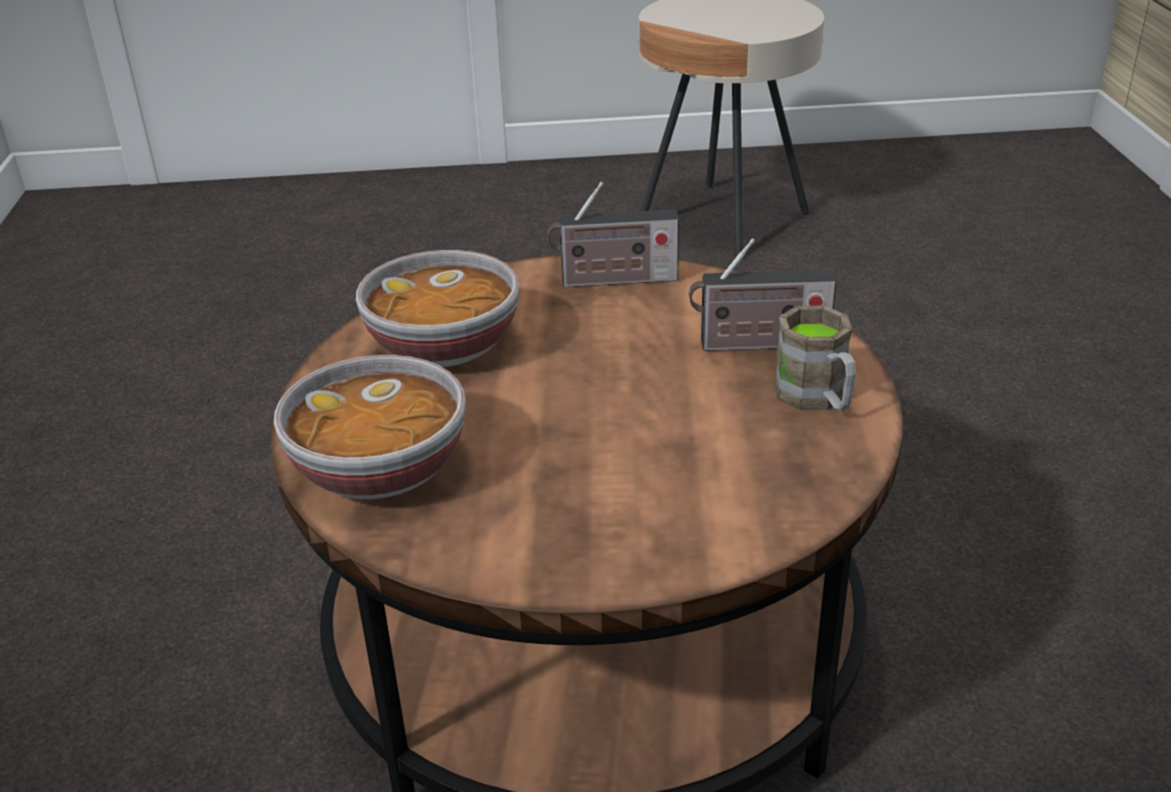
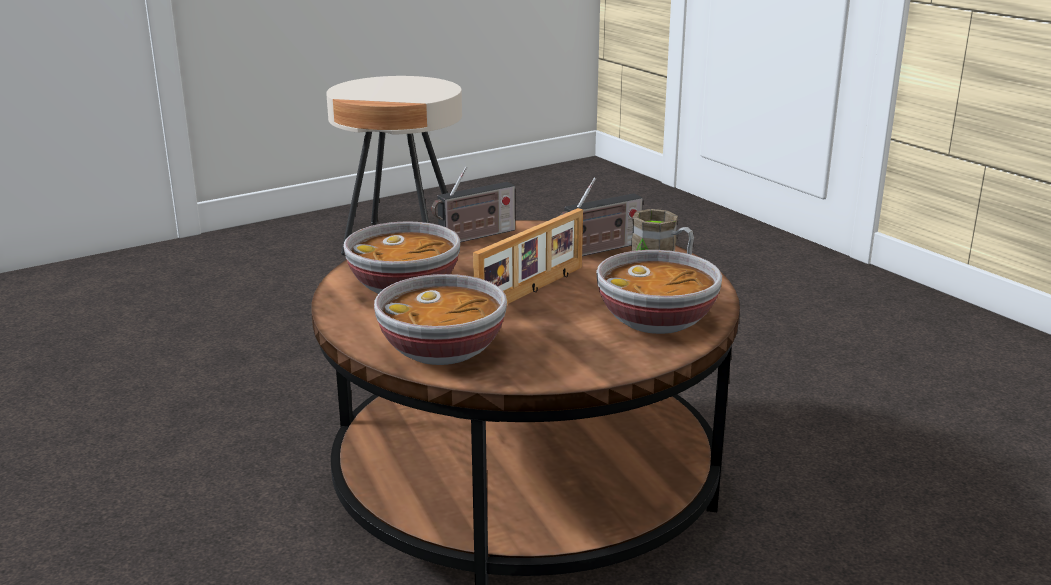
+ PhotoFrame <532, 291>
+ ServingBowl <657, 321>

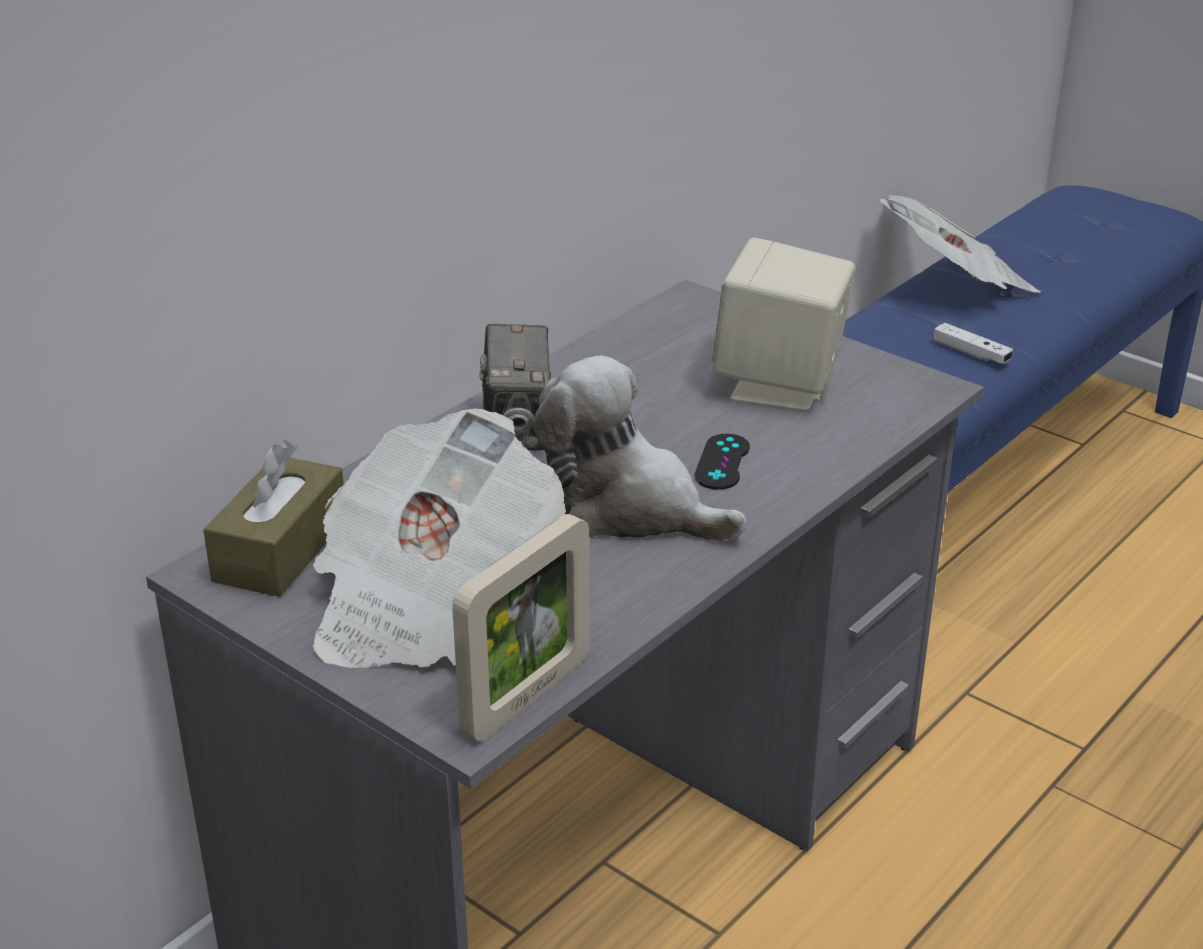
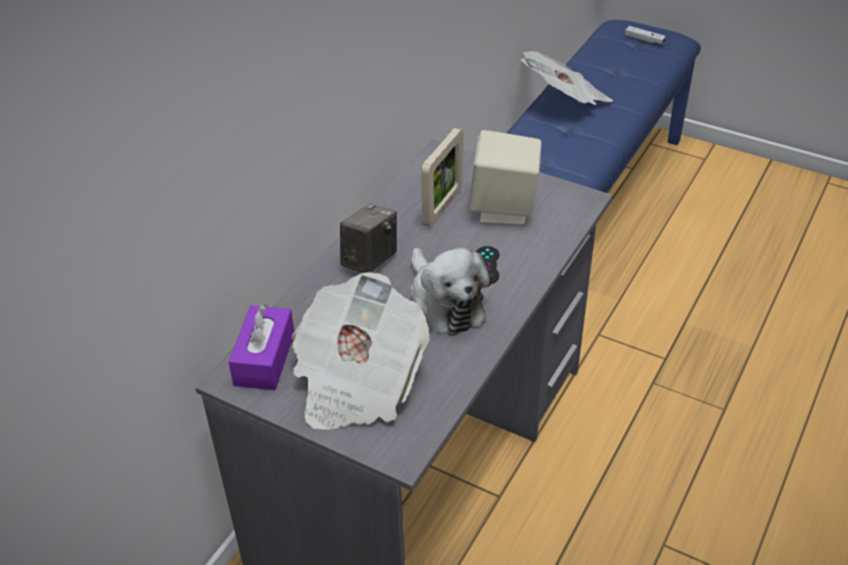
~ BrownTissueHolder <281, 550> to PurpleTissueHolder <264, 359>
~ StillCamera <517, 432> = <370, 260> 135 degrees counterclockwise
~ CuddlyToy <627, 508> = <444, 303> 135 degrees counterclockwise
~ PhotoFrame <527, 697> to <442, 207>
~ WhitishGameController <971, 353> to <644, 40>

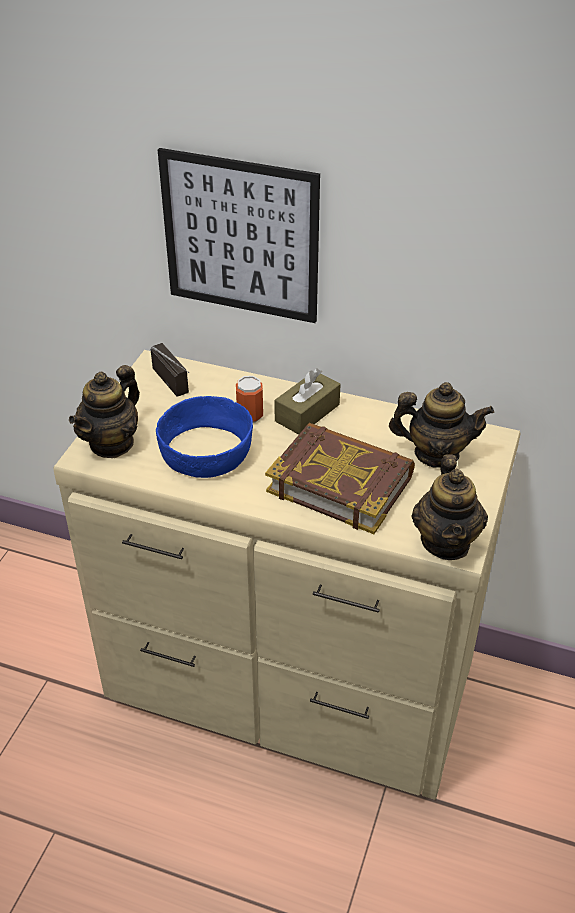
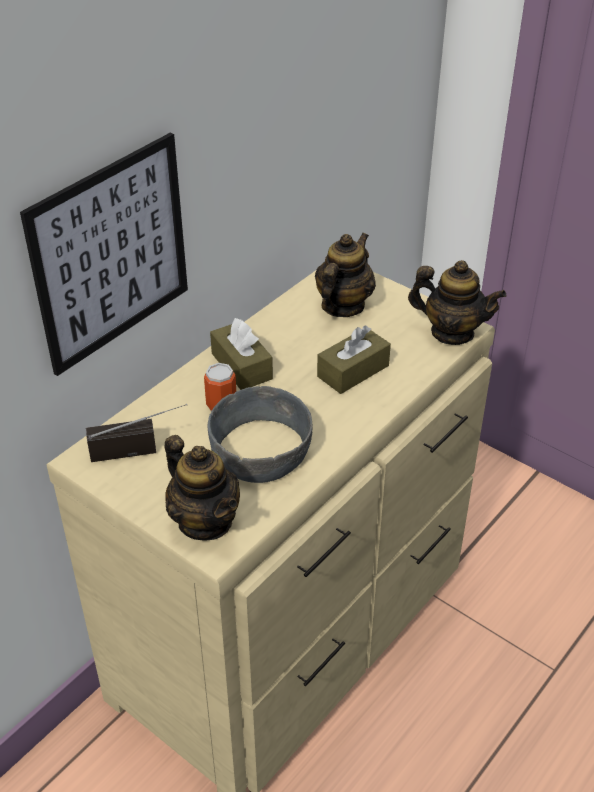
~ BlueServingBowl <207, 451> to GrayServingBowl <260, 448>
~ BoundBook <340, 483> to BrownTissueHolder <353, 371>

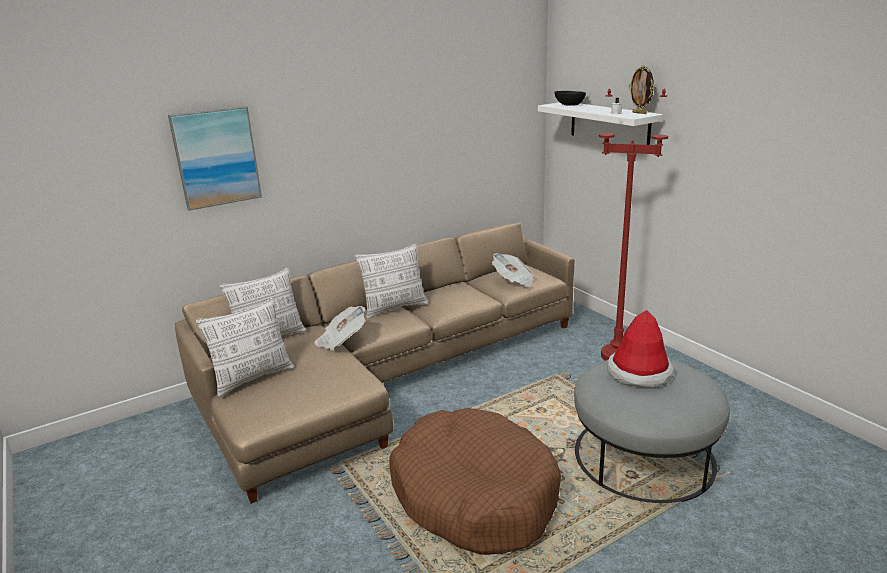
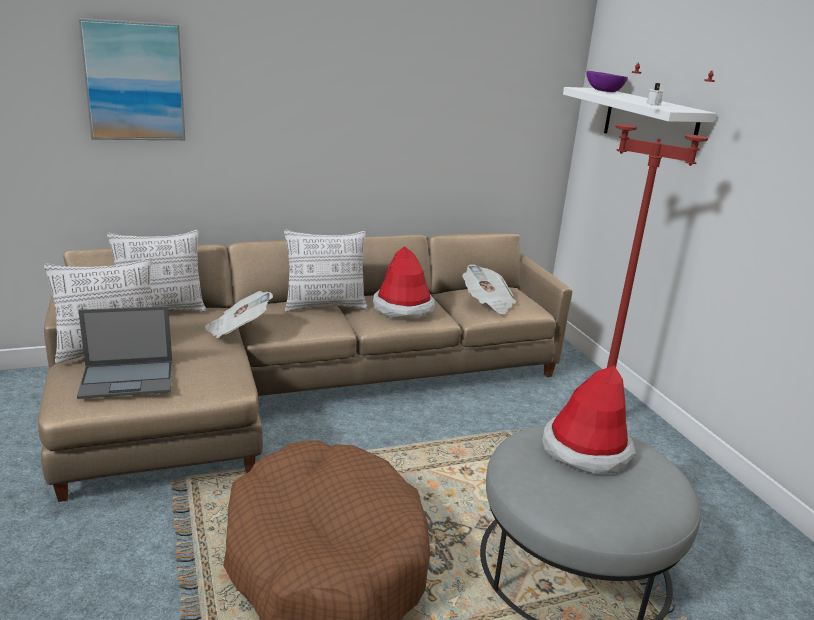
+ PortableComputer <128, 379>
+ Hat <403, 308>
~ BlackServingBowl <569, 105> to PurpleServingBowl <604, 91>
- PhotoFrame <640, 113>

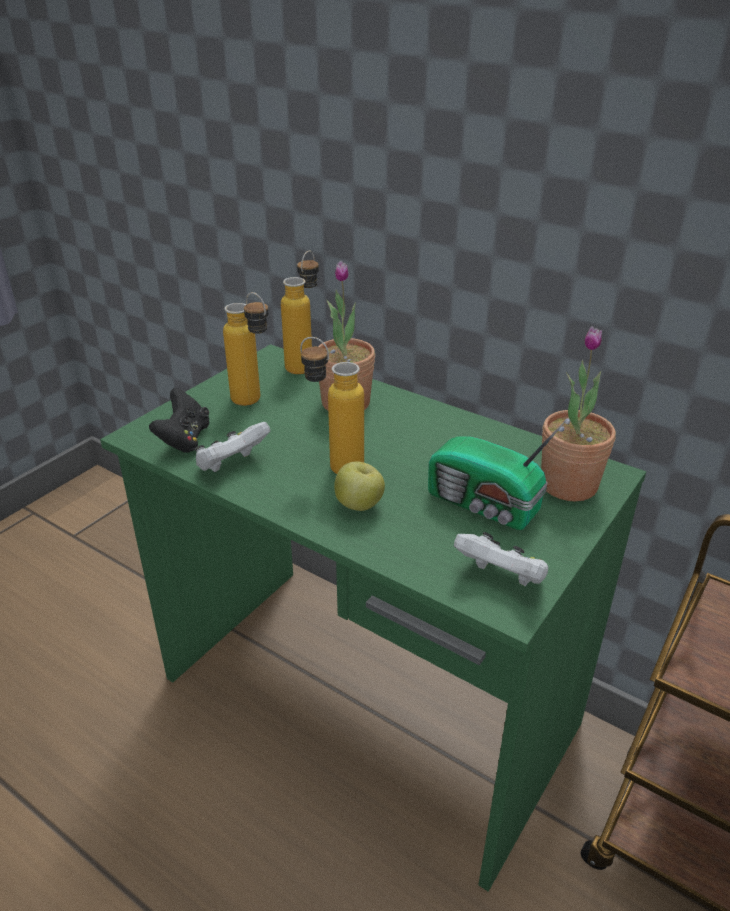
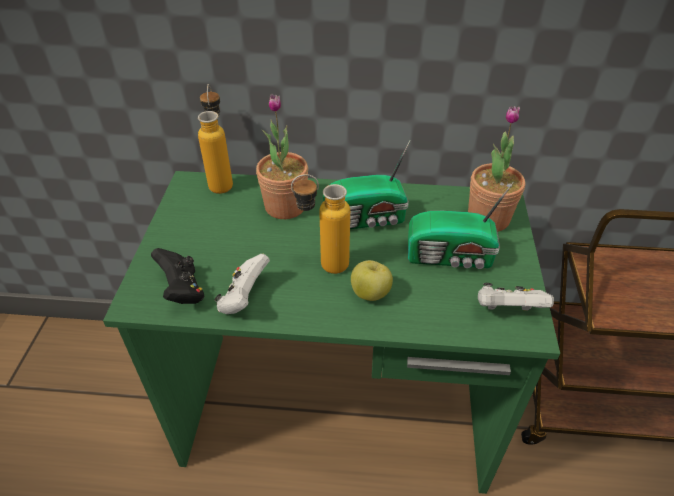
+ RadioReceiver <367, 219>
- DrinkBottle <254, 403>

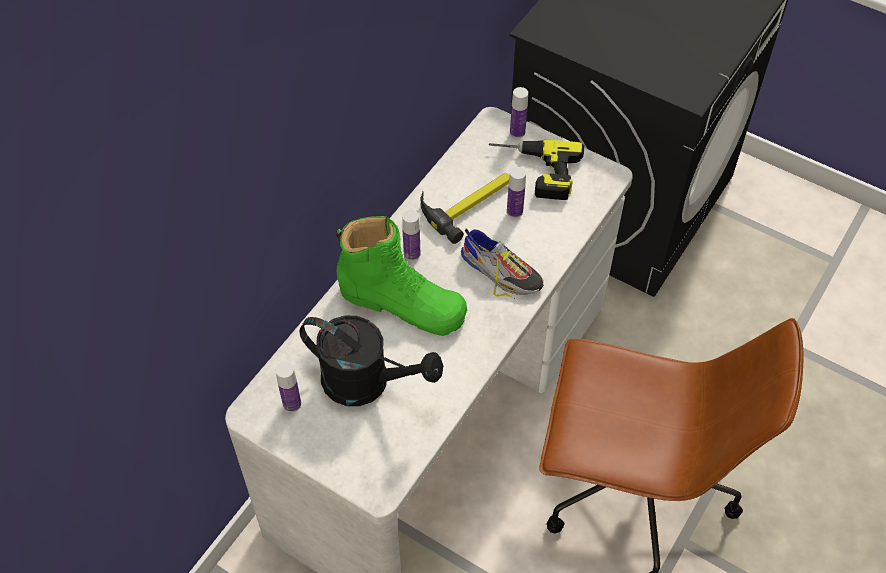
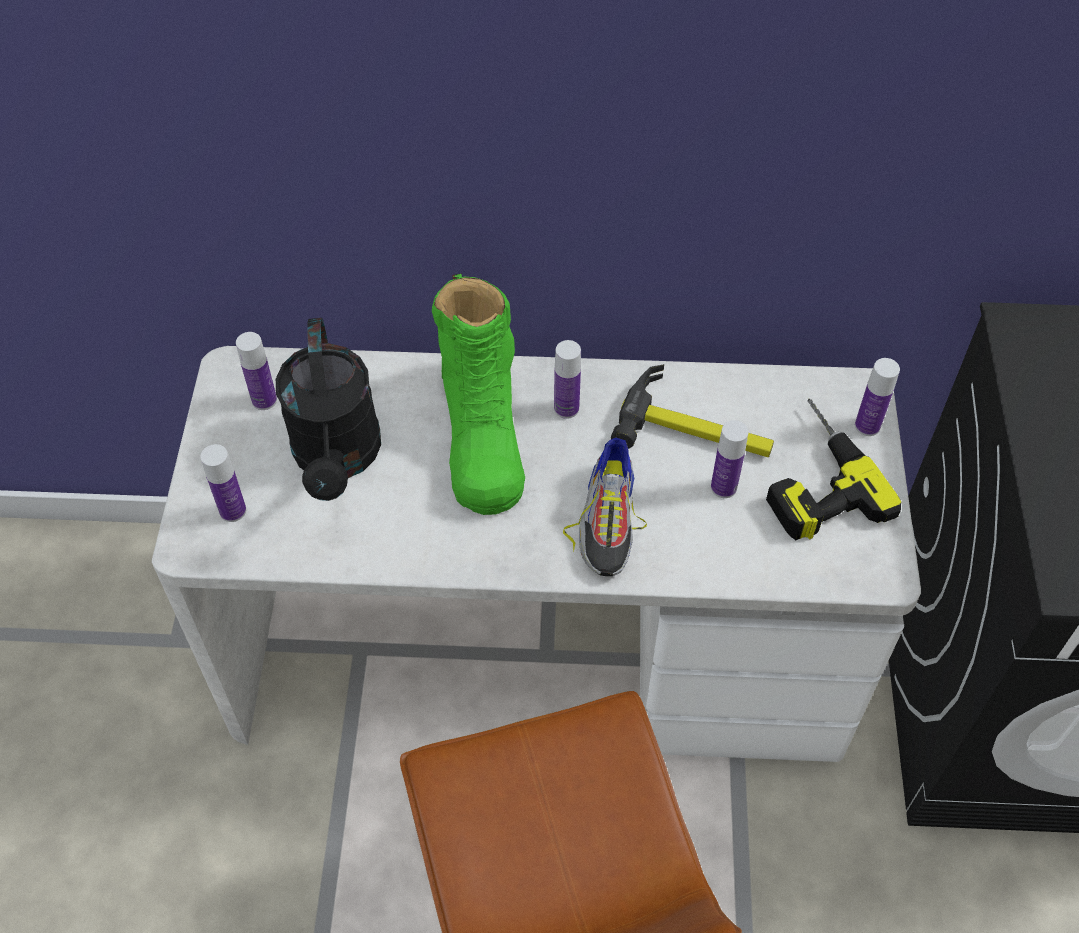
+ DrinkBottle <233, 511>

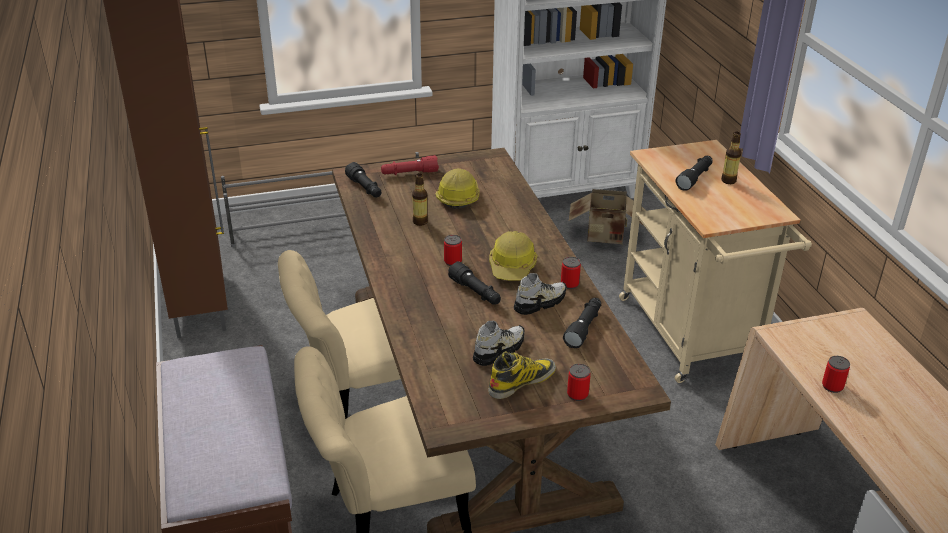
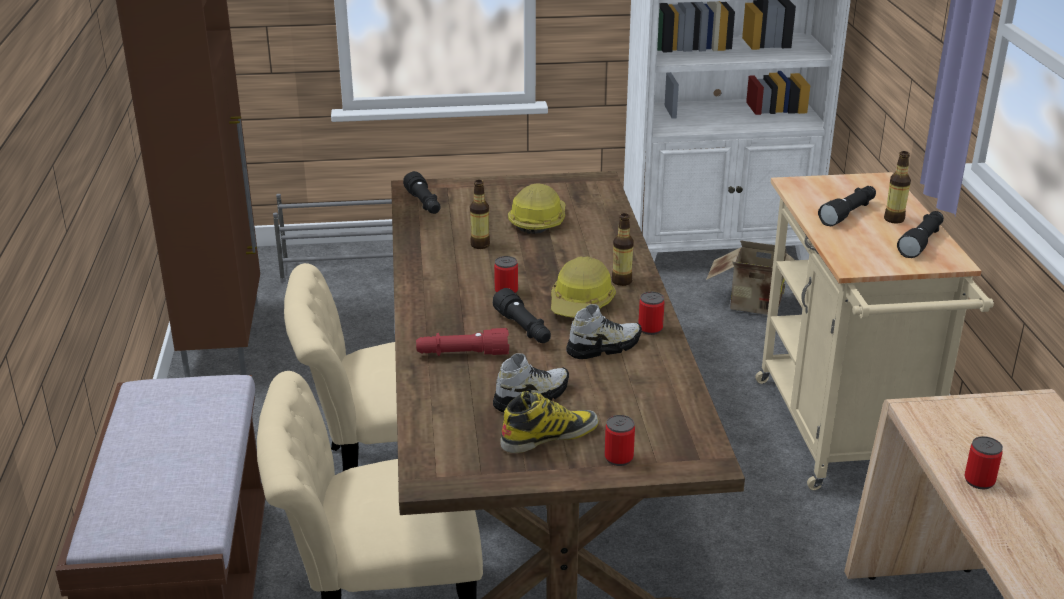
~ RedFlashlight <409, 173> to <462, 354>
+ DrinkBottle <621, 281>
~ BlackFlashlight <584, 328> to <921, 242>

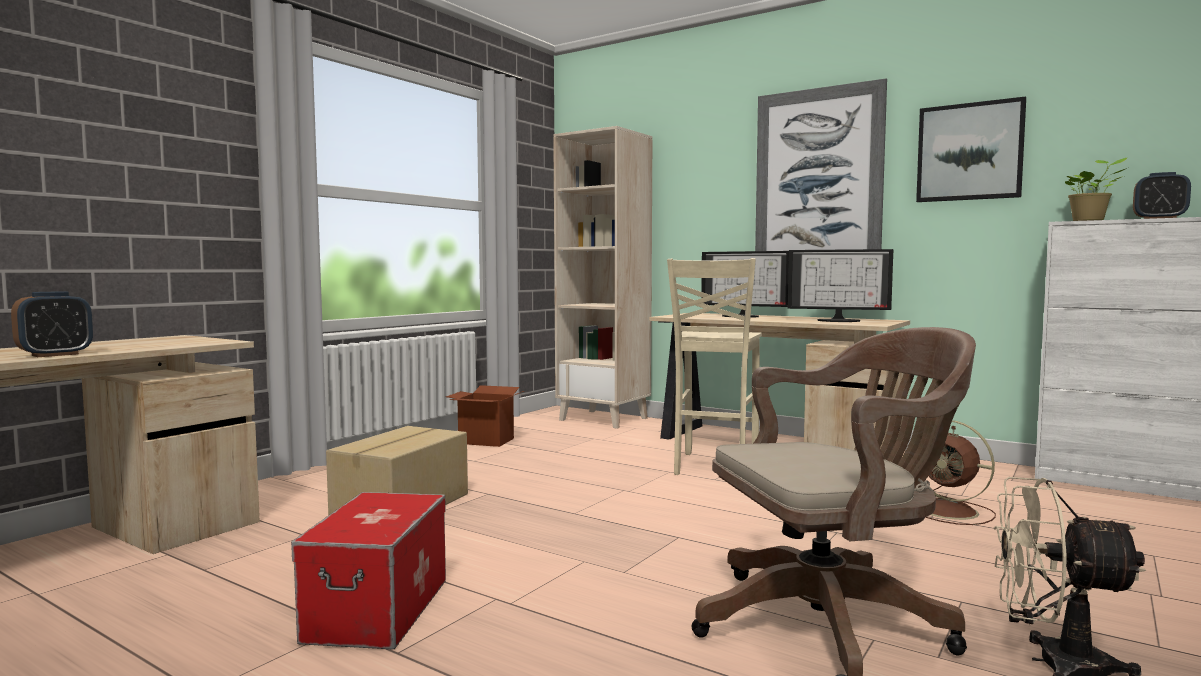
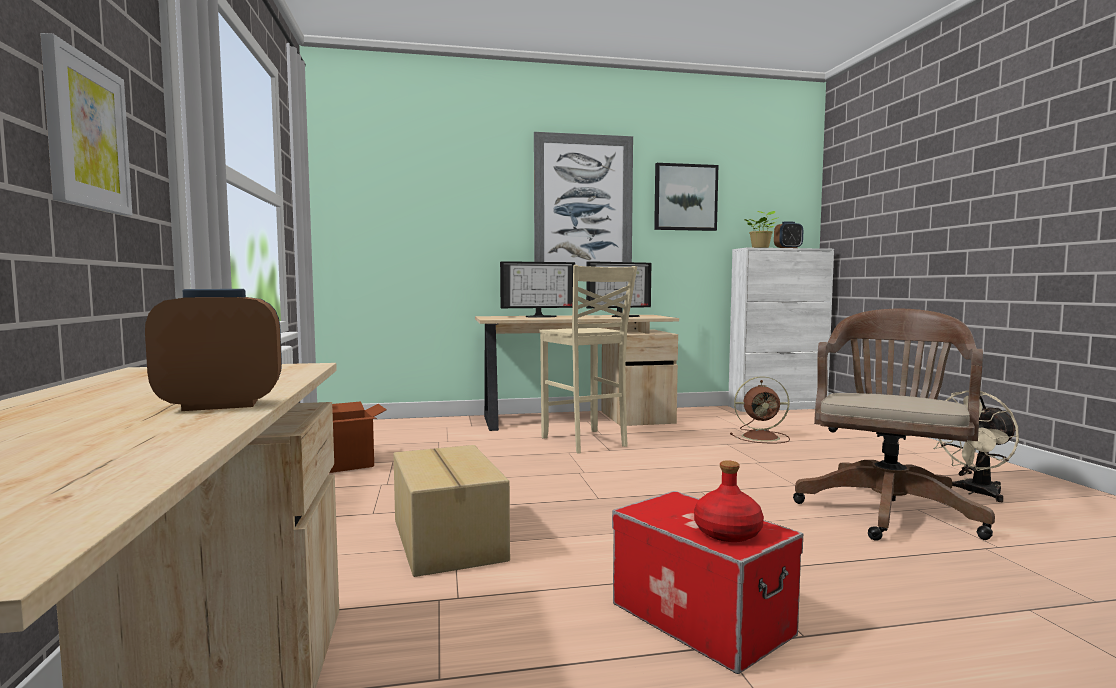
+ Picture <85, 134>
~ AlarmClock <55, 355> = <221, 405> 105 degrees counterclockwise
+ RedDrinkBottle <727, 532>
- BeigeColouredBookshelf <604, 419>

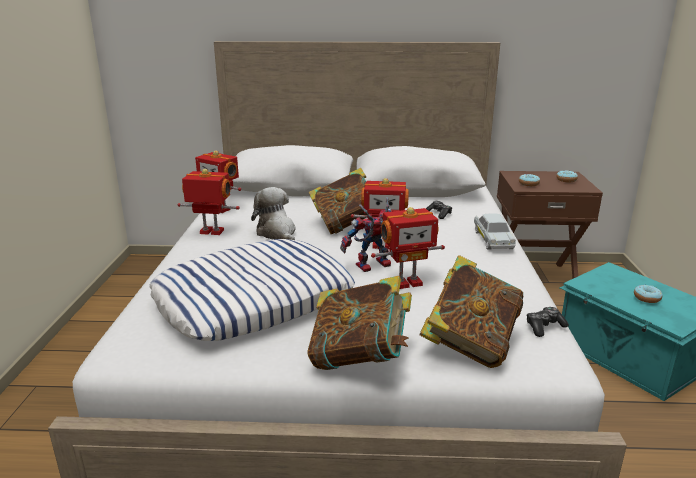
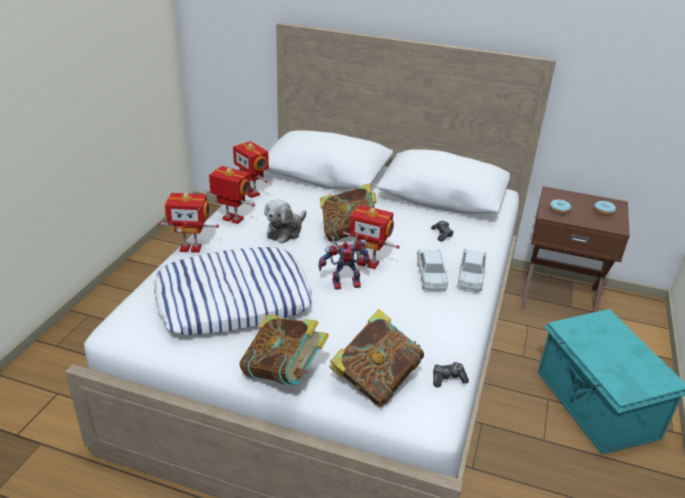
~ ModelRobot <407, 282> to <191, 248>
~ CuddlyToy <277, 233> = <285, 231> 135 degrees counterclockwise
+ WhitishMiniatureCar <431, 276>
- Doughnut <647, 298>

